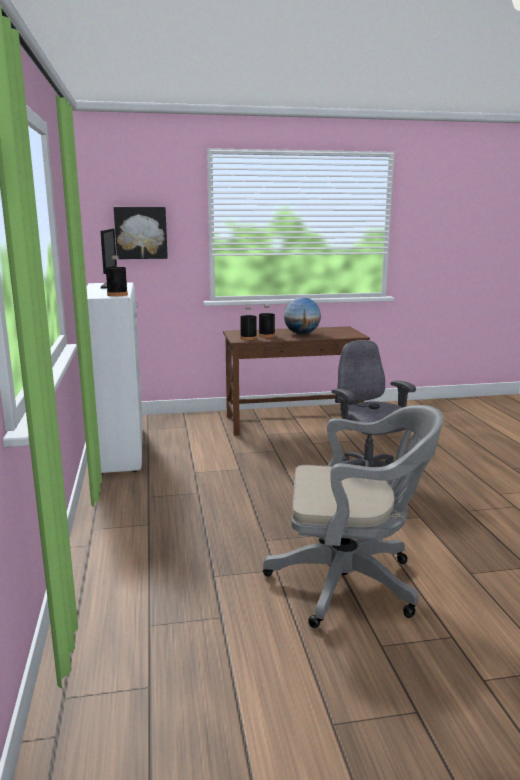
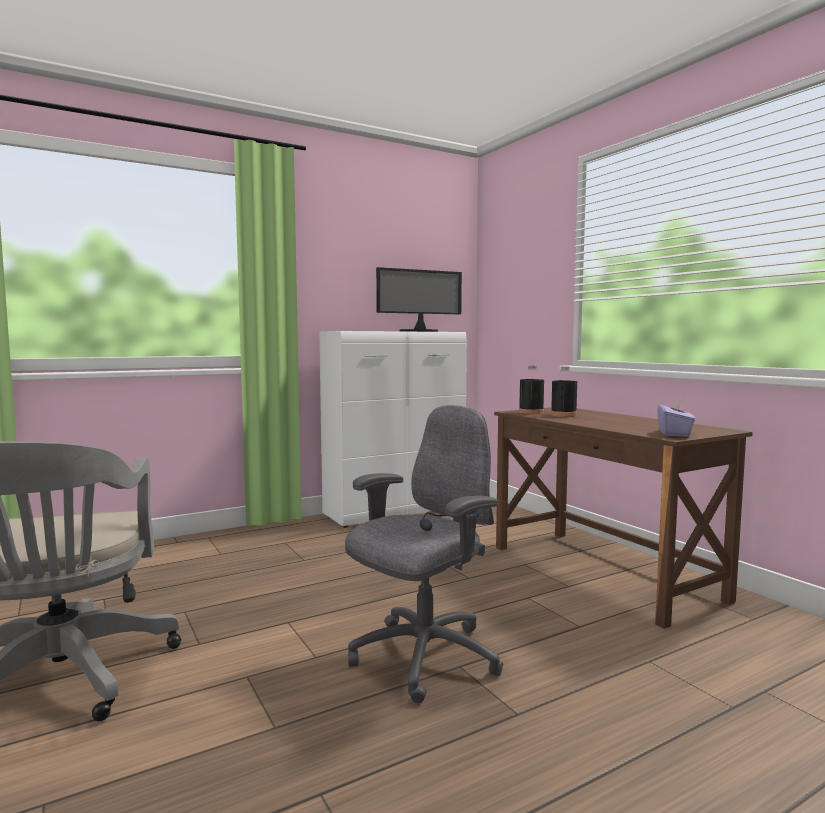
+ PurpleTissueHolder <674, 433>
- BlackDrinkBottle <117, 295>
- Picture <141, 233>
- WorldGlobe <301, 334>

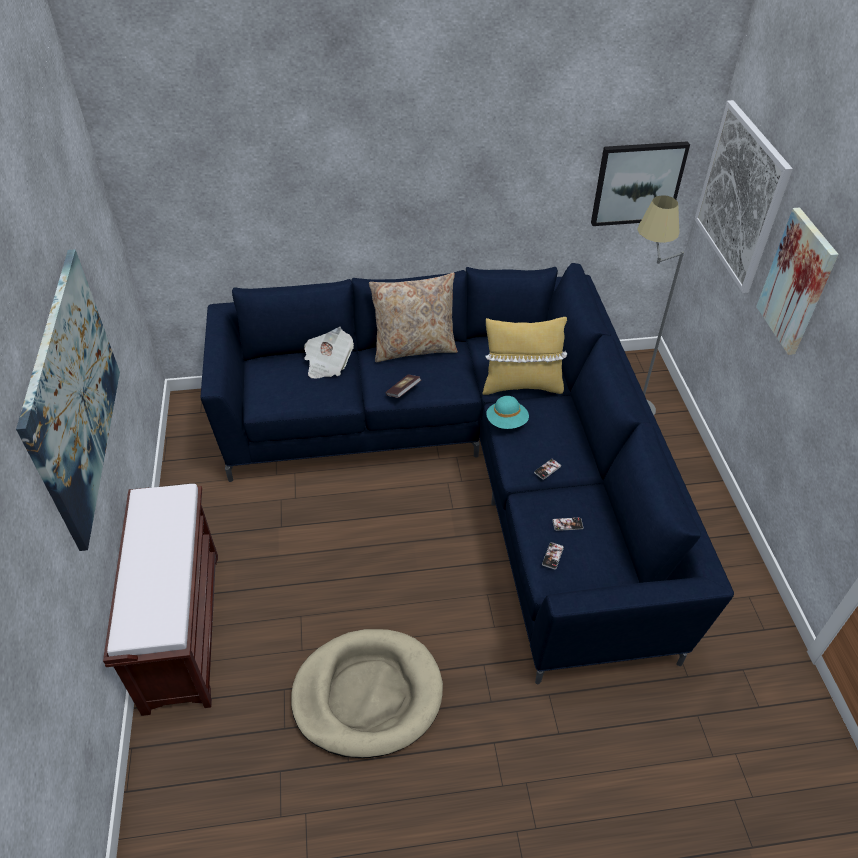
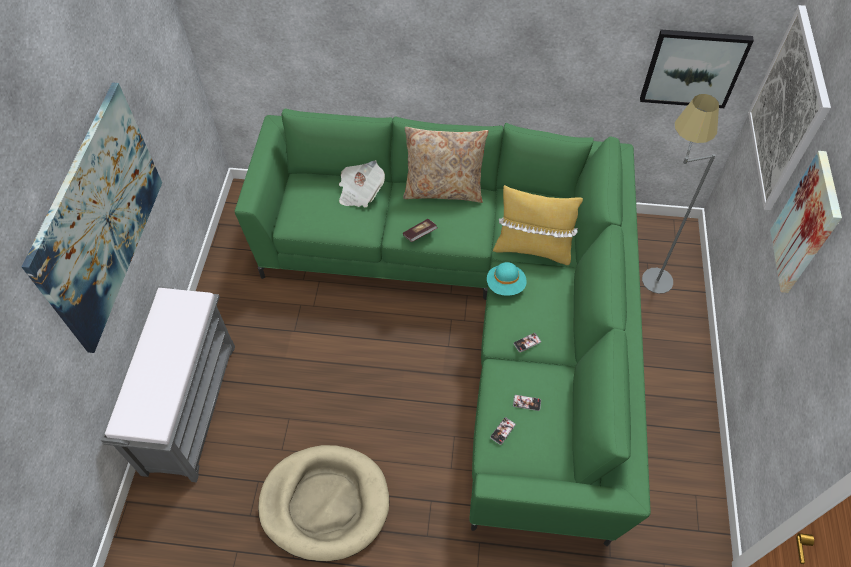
~ BrownIndoorBench <181, 627> to GrayIndoorBench <190, 406>
~ BlueSofa <470, 466> to GreenColouredSofa <476, 307>

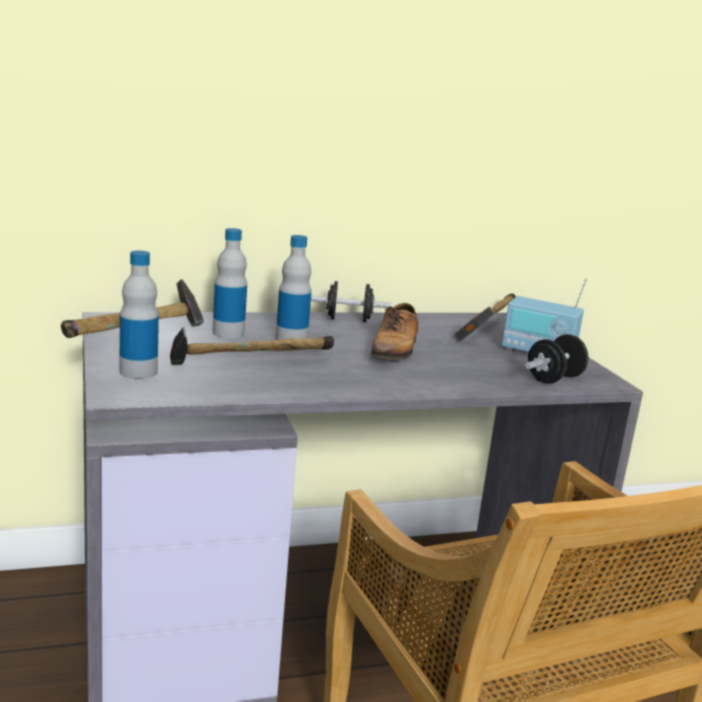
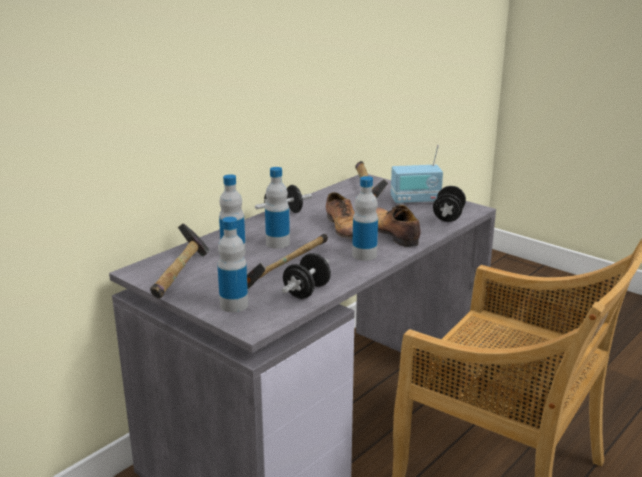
+ BlackDumbbell <307, 291>
+ DrinkBottle <364, 255>
+ Shoe <393, 233>

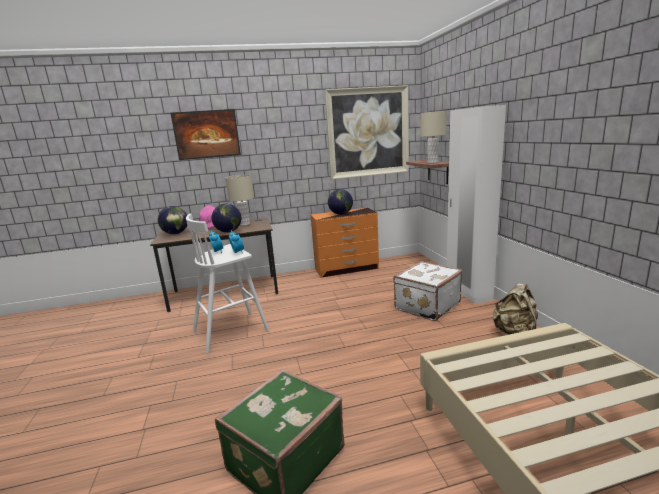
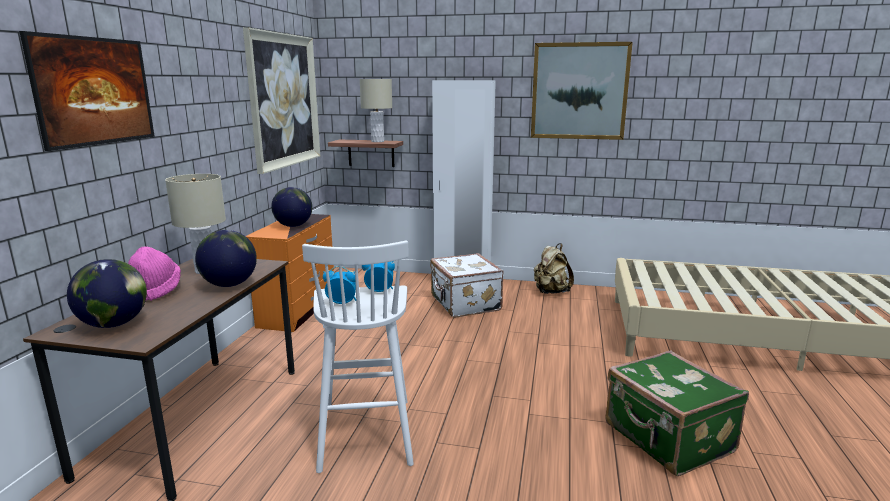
+ Picture <579, 91>

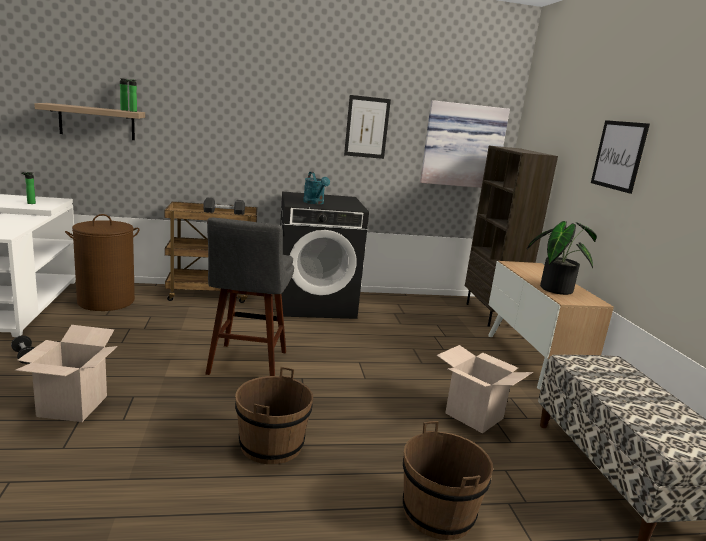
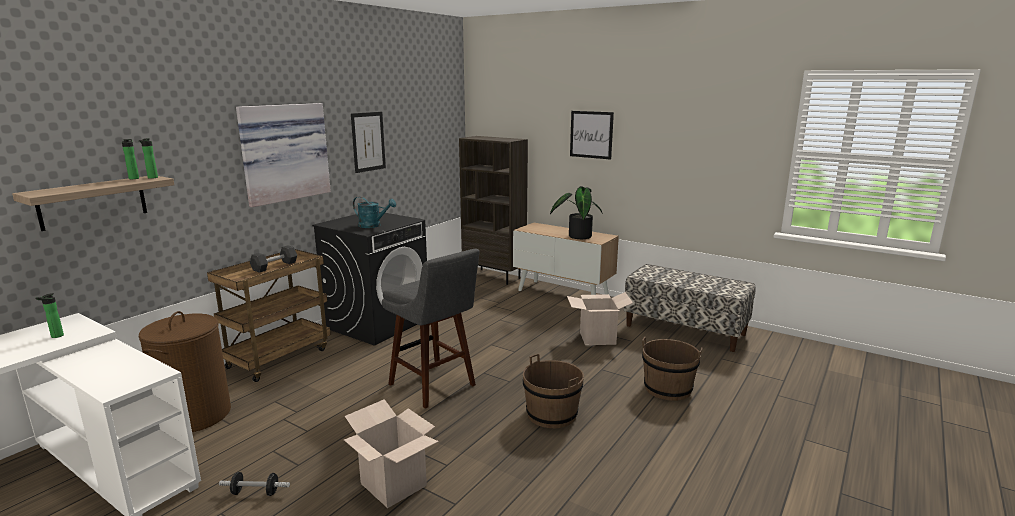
~ Picture <462, 145> to <283, 152>

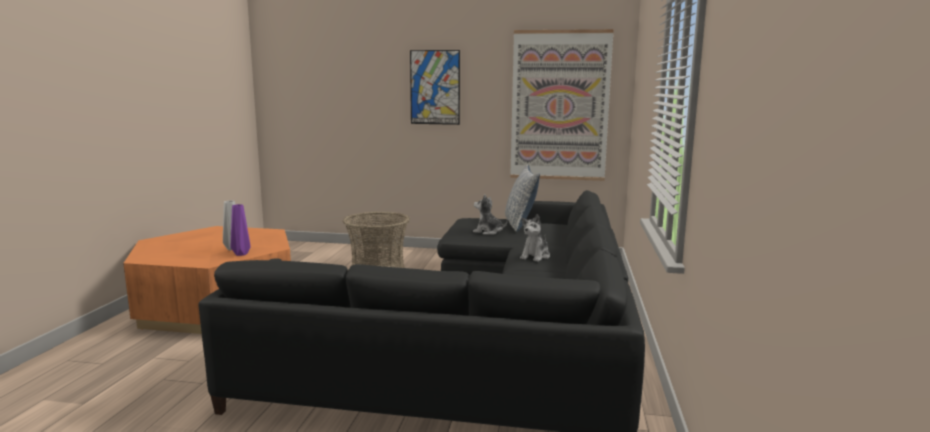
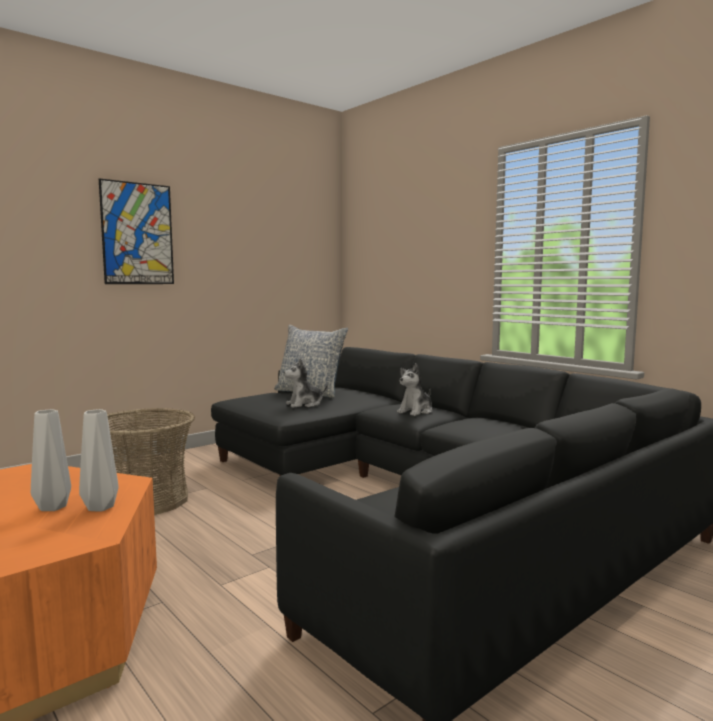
~ PurpleFlowerVase <241, 254> to GrayFlowerVase <99, 507>
~ CuddlyToy <535, 256> = <416, 411> 60 degrees clockwise
- Picture <559, 106>

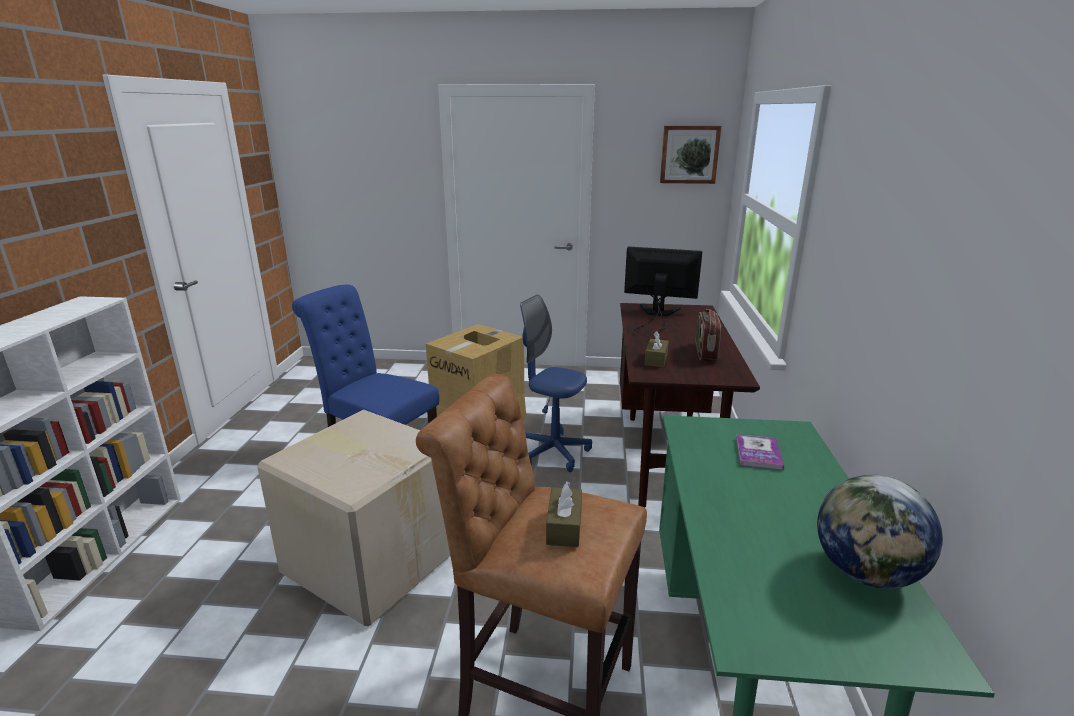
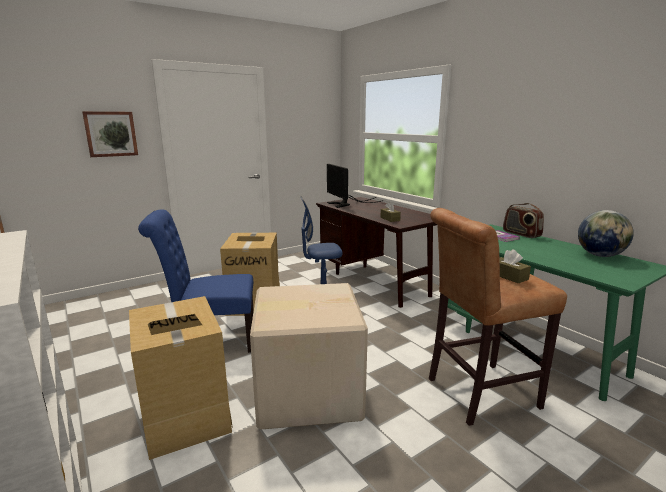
~ Picture <689, 154> to <111, 134>
+ CardboardBox <184, 415>
~ Monitor <657, 315> = <346, 204> 90 degrees counterclockwise
~ RadioReceiver <705, 353> to <521, 234>

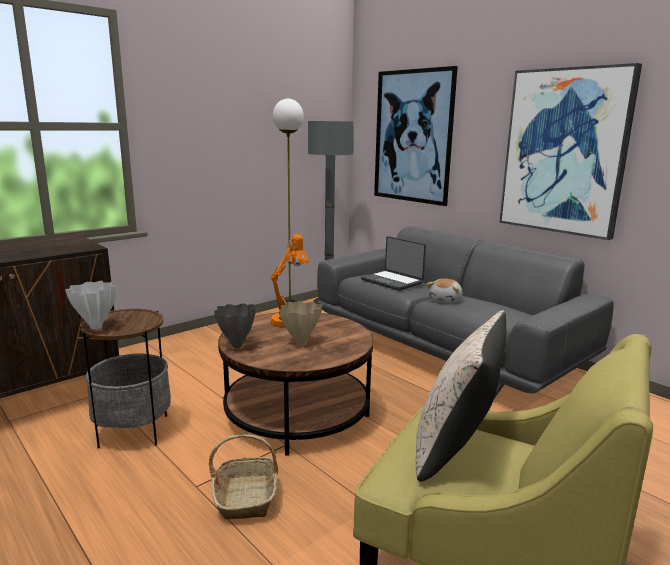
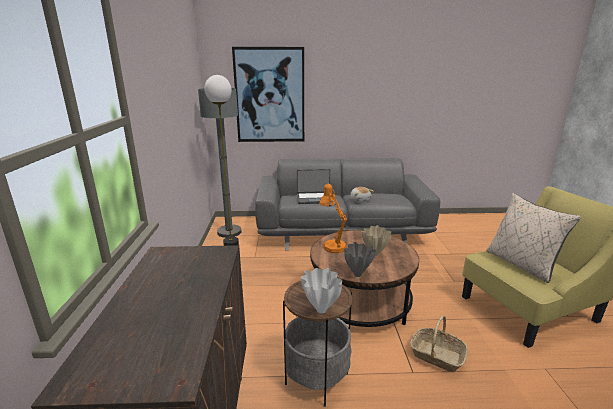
- Picture <564, 152>

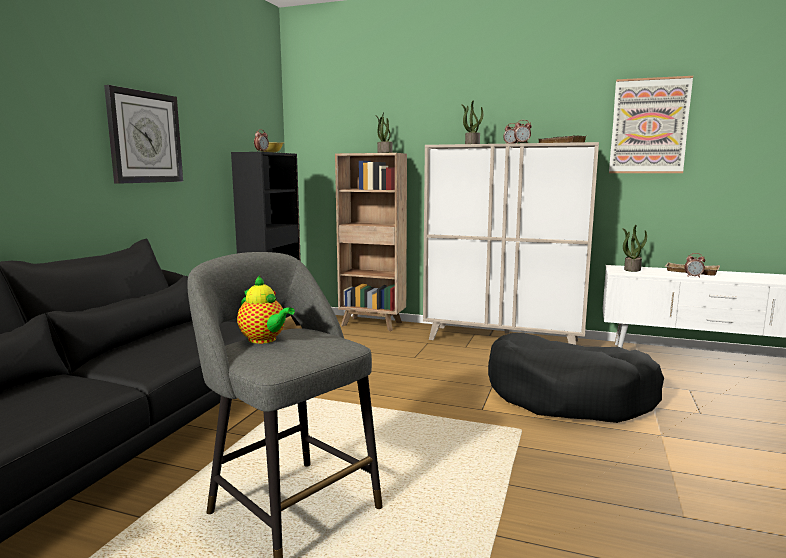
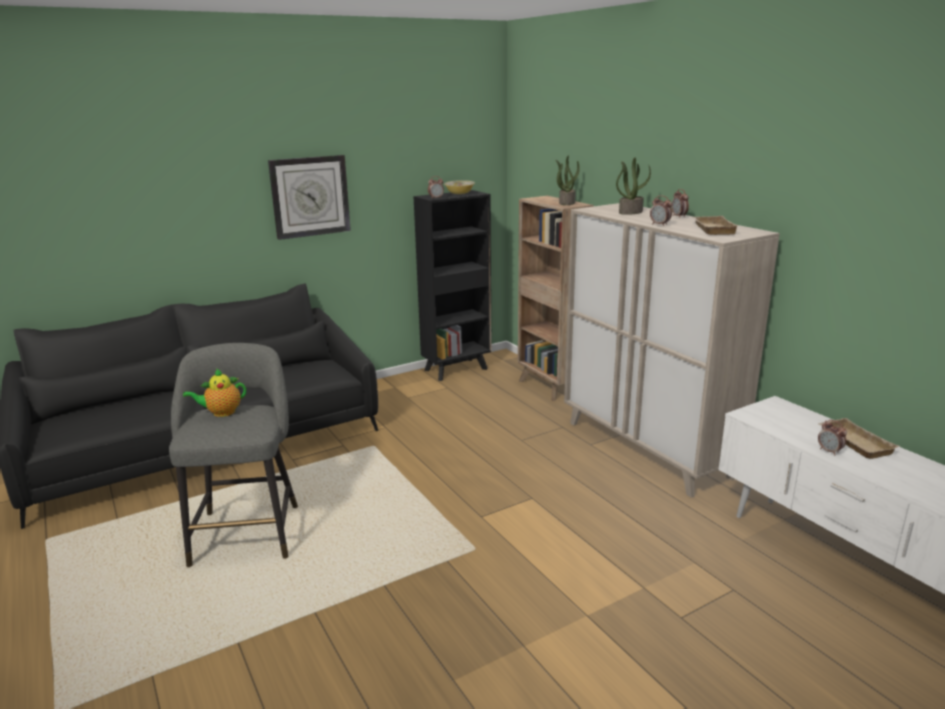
~ Teapot <264, 340> = <221, 413> 75 degrees clockwise
- BlackDogCushion <568, 396>
- Picture <649, 126>
- Houseplant <632, 269>

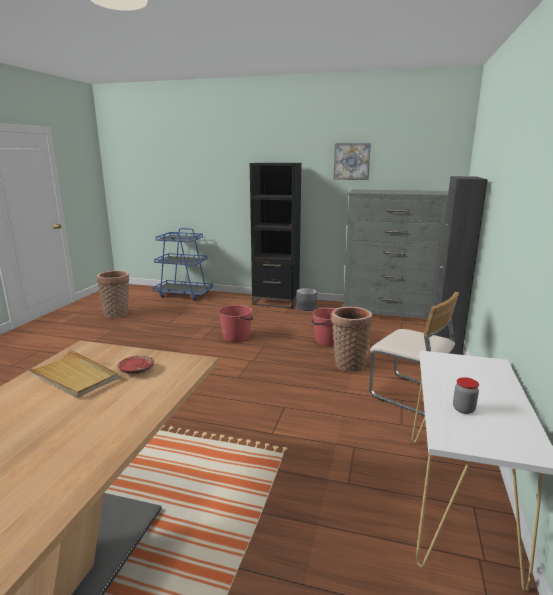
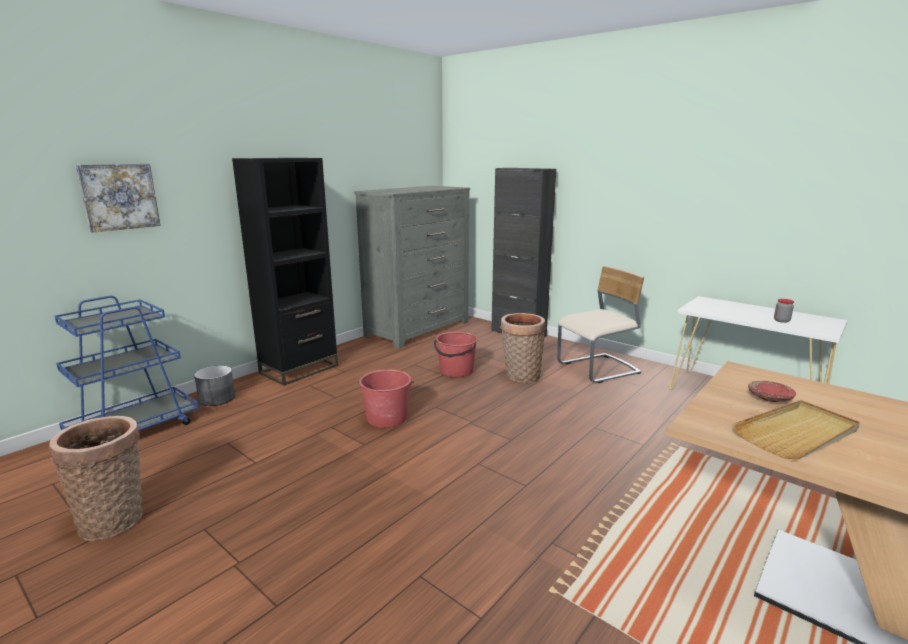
~ Picture <352, 161> to <119, 196>
~ GrayPlanter <306, 307> to <217, 398>

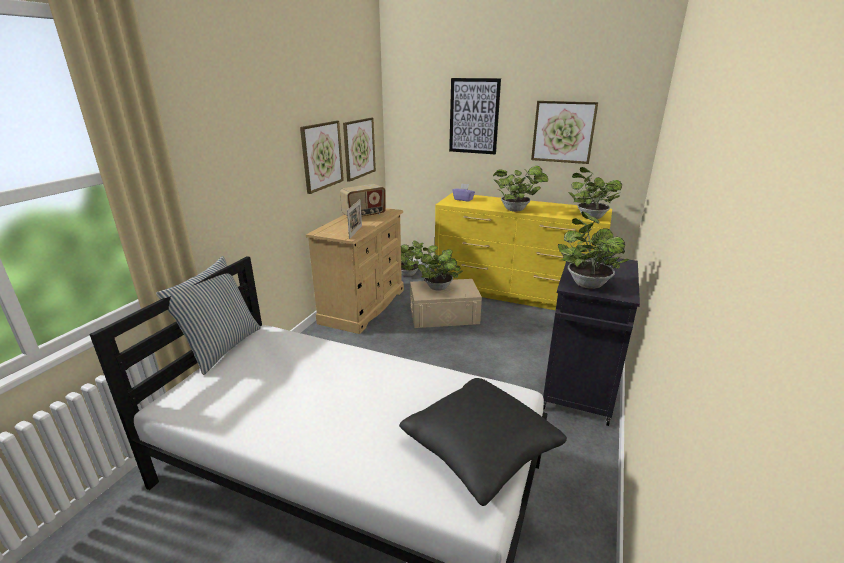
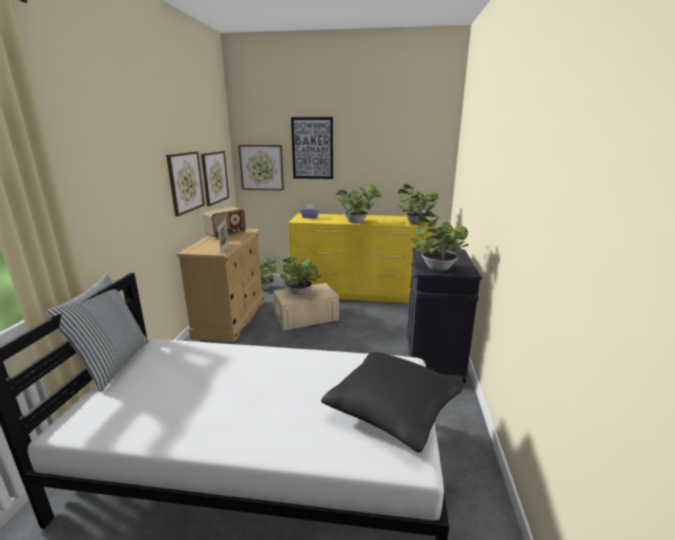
~ Picture <563, 132> to <261, 167>

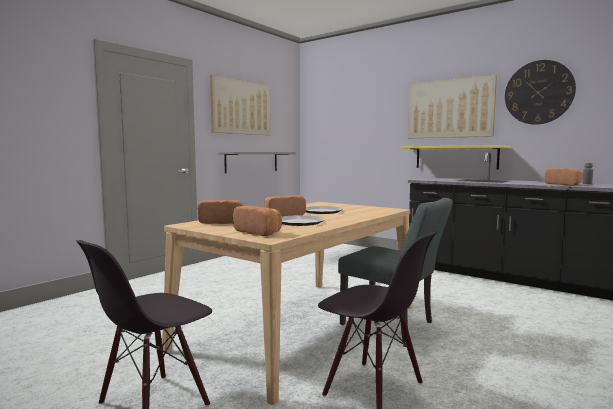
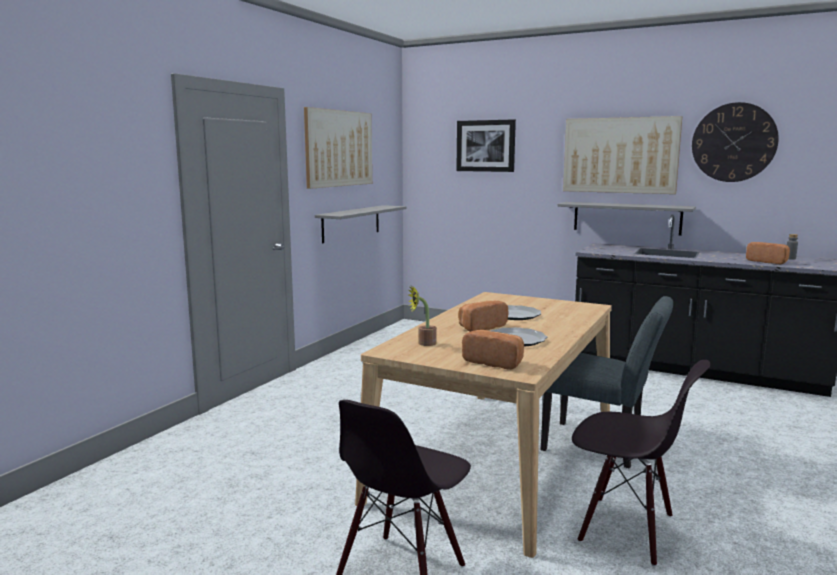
~ BakedBread <222, 222> to Houseplant <423, 343>
+ Picture <485, 146>
~ YellowishShelf <456, 157> to GrayShelf <626, 218>

